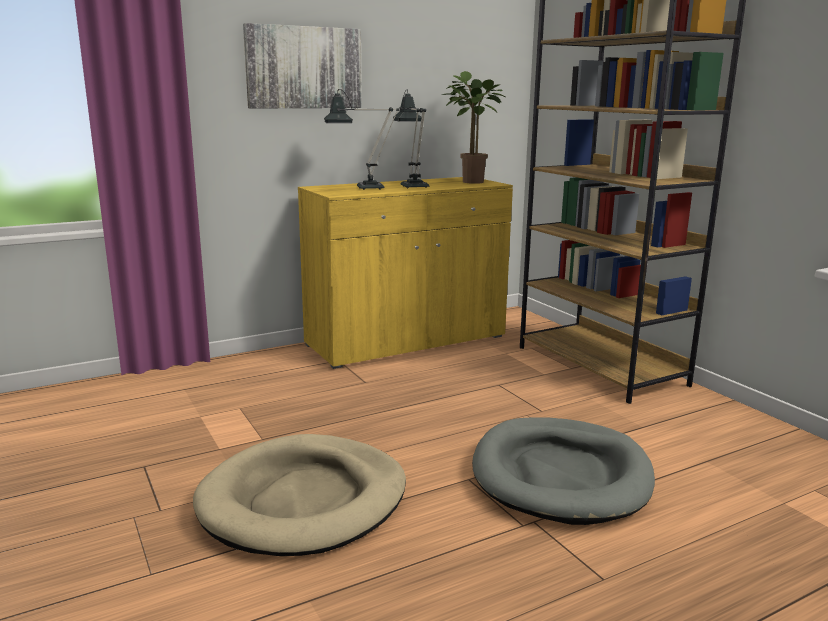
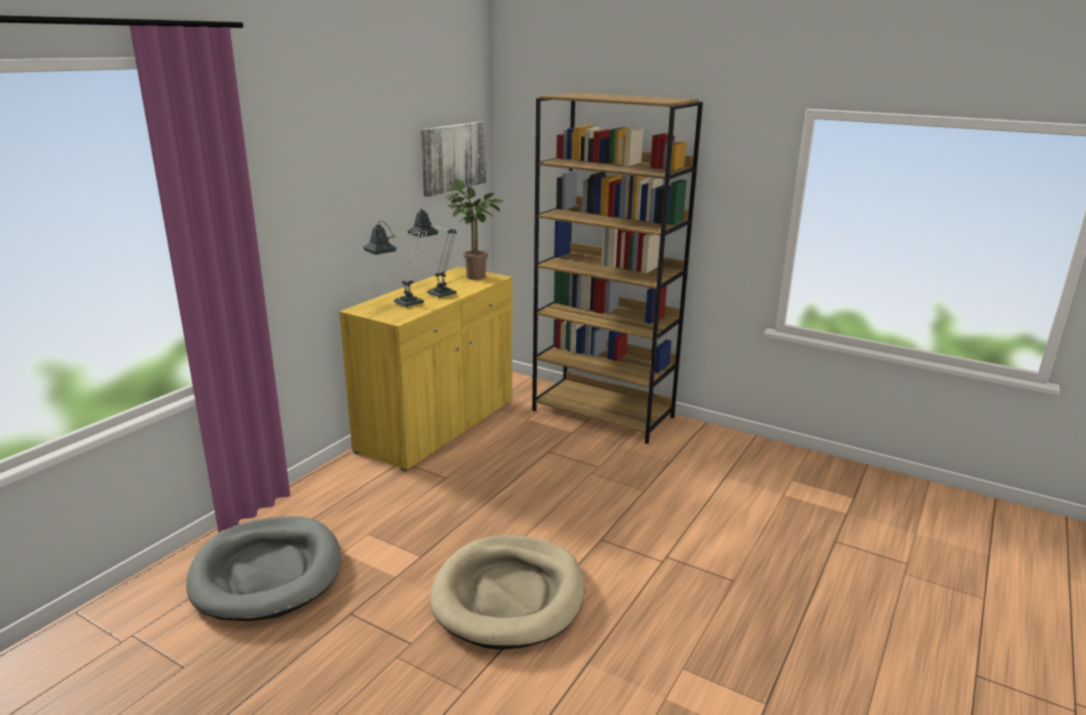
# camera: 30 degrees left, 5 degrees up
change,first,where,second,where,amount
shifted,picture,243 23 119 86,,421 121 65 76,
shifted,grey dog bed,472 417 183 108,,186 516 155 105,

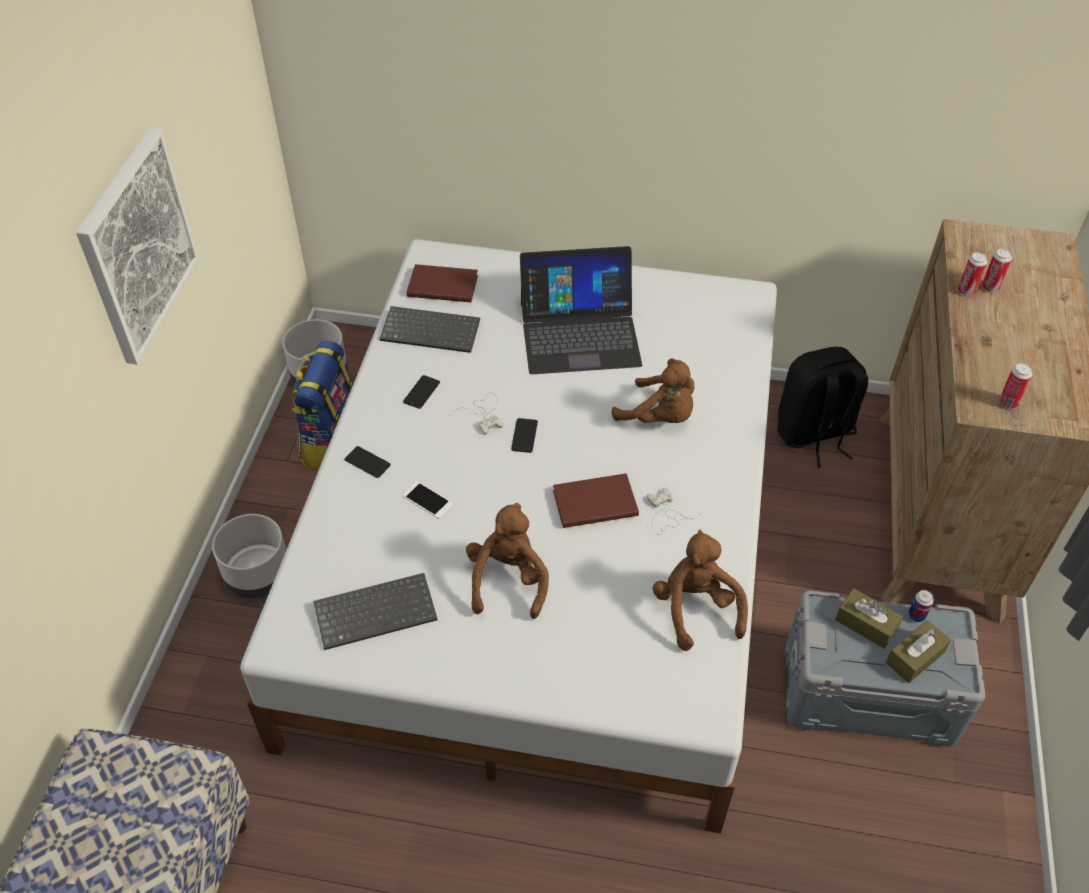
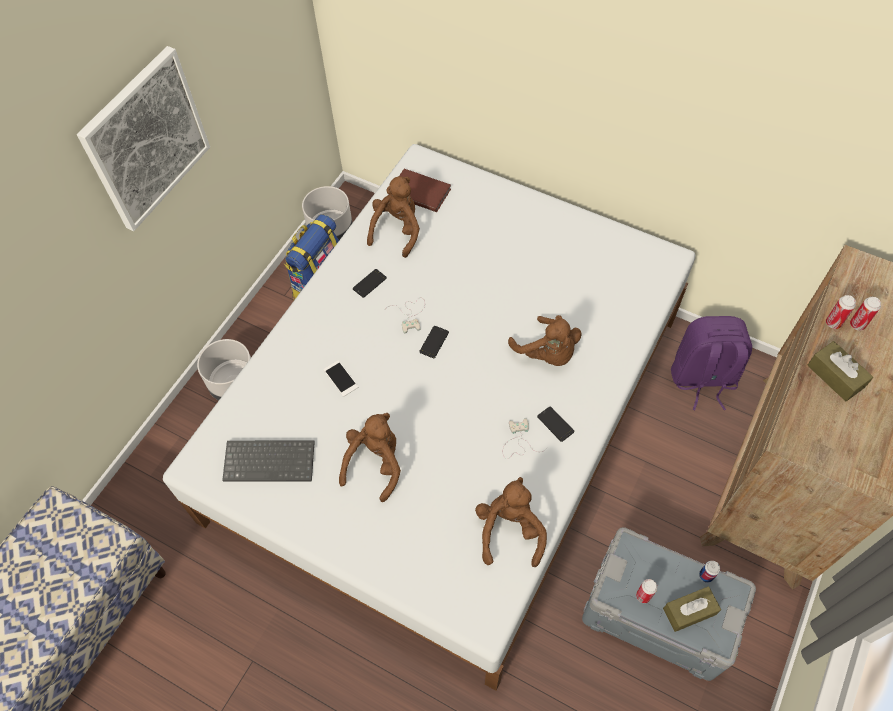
# camera: 20 degrees right, 10 degrees up
change,first,where,second,where,amount
gone,laptop,520 246 122 128,,,
gone,brown book,553 473 86 55,,,
shifted,phone,344 446 47 32,,537 407 37 35,
shifted,brown tissue box,835 588 68 61,,807 341 66 60,
shifted,can,999 363 34 46,,636 579 22 24,
swapped,keyboard,380 306 100 47,brown plush toy,367 176 53 82,
repainted,black backpack,777 347 91 121,purple backpack,671 316 81 94,

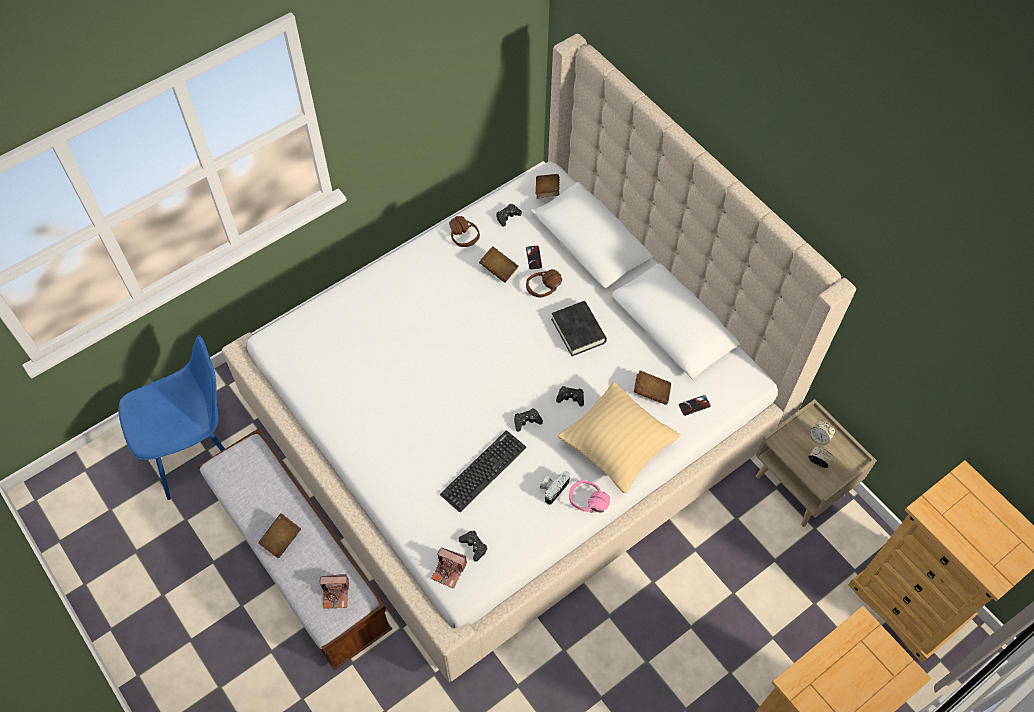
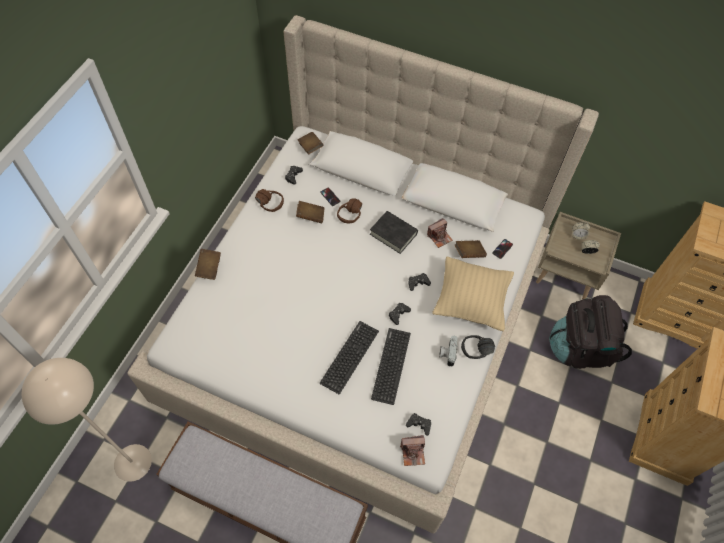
# camera: 30 degrees left, 0 degrees up
change,first,where,second,where,amount
new,,,keyboard,320 321 59 73,
new,,,black backpack,549 295 83 74,
shifted,brown book,258 513 43 45,,195 249 26 31,
shifted,photo camera,319 574 30 35,,427 218 26 30,
swapped,blue chair,118 335 107 165,beige floor lamp,22 358 130 124,
repainted,pink headphones,569 480 41 33,black headphones,461 335 34 24,

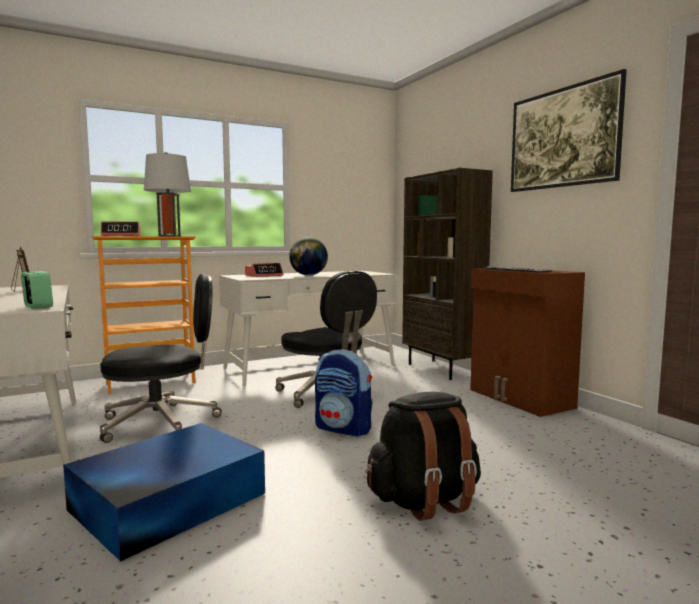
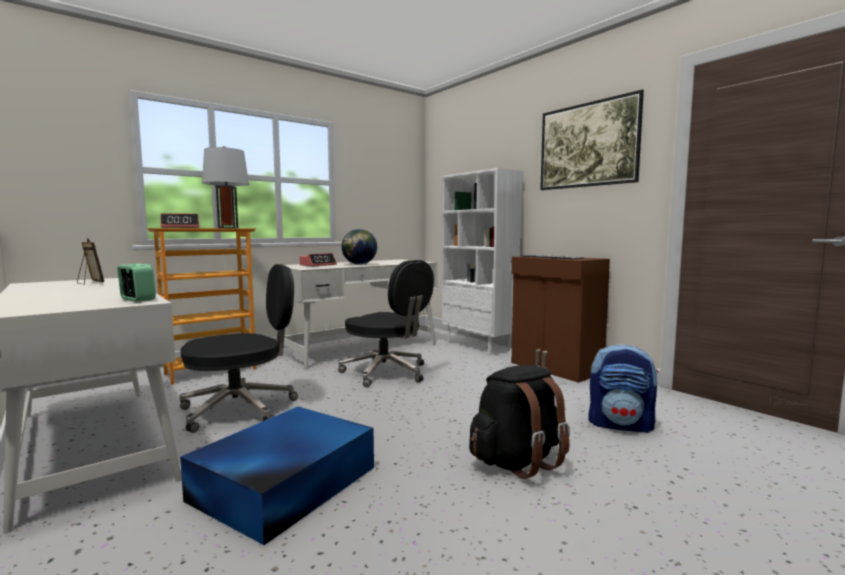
# camera: 10 degrees left, 0 degrees up
change,first,where,second,where,amount
shifted,backpack,315 349 57 88,,588 344 70 89,
repainted,brown bookcase,402 168 91 212,white bookcase,442 168 81 187,

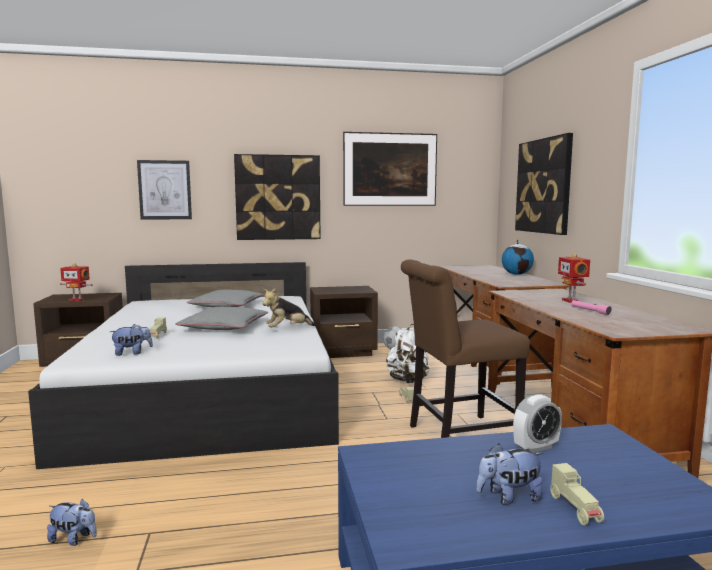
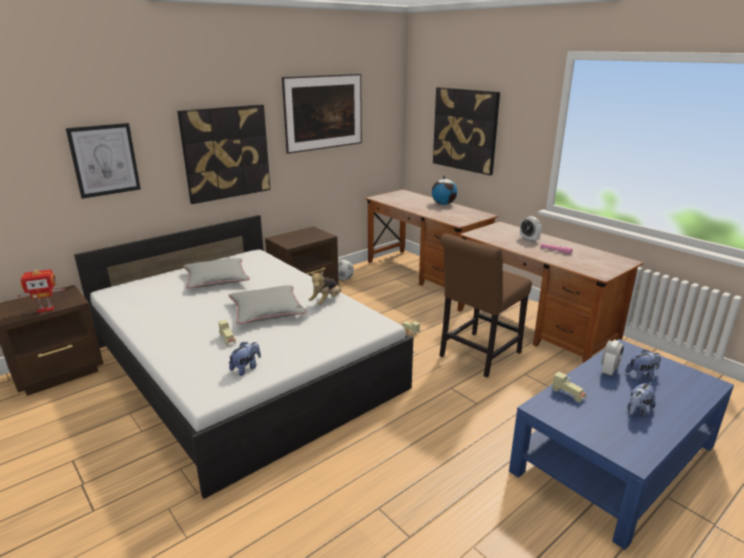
# camera: 30 degrees left, 15 degrees up
change,first,where,second,where,amount
gone,white backpack,386 324 44 59,,,
shifted,plush toy,47 499 50 47,,625 349 36 32,
shifted,beige toy car,550 463 54 62,,552 372 34 31,
swapped,toy robot,558 253 32 50,alarm clock,520 216 22 26,

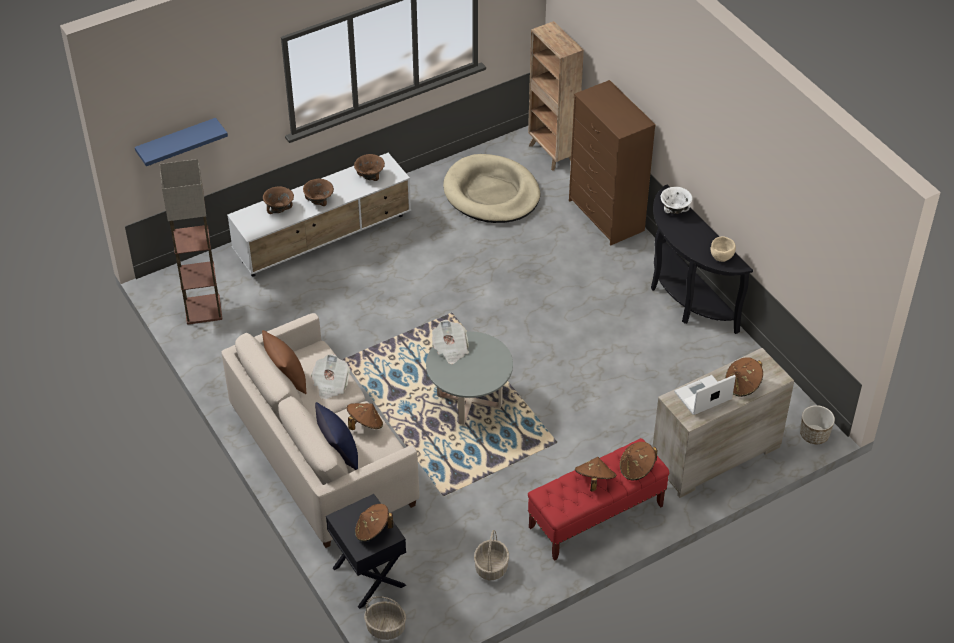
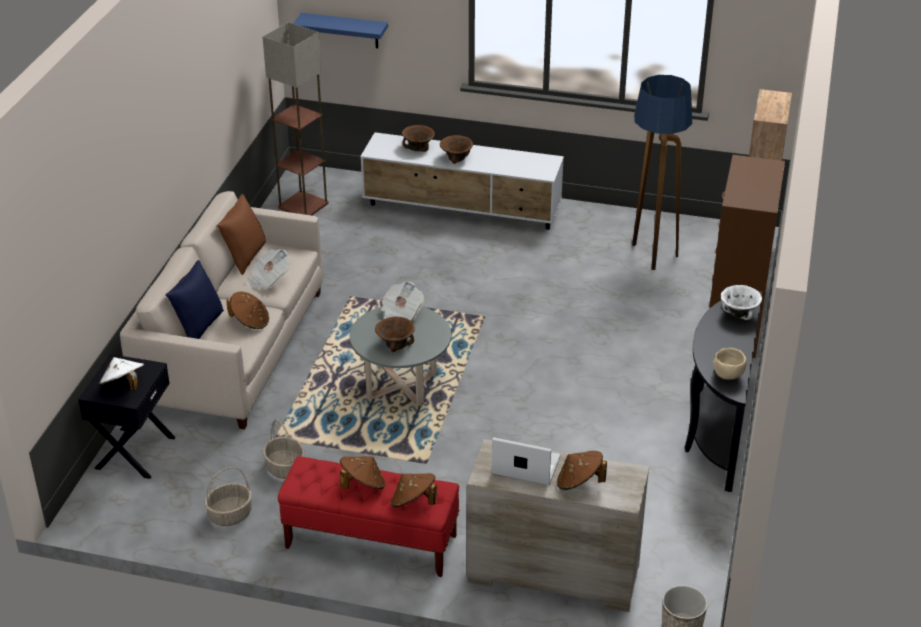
# camera: 45 degrees right, 10 degrees down
change,first,where,second,where,amount
shifted,brown bowl,354 154 31 27,,375 317 40 35,
shifted,basket,364 596 42 44,,263 419 42 60,
swapped,beige dog bed,443 154 97 69,floor lamp,632 75 60 195,
repainted,brown hat,355 504 38 38,white hat,98 357 46 34,

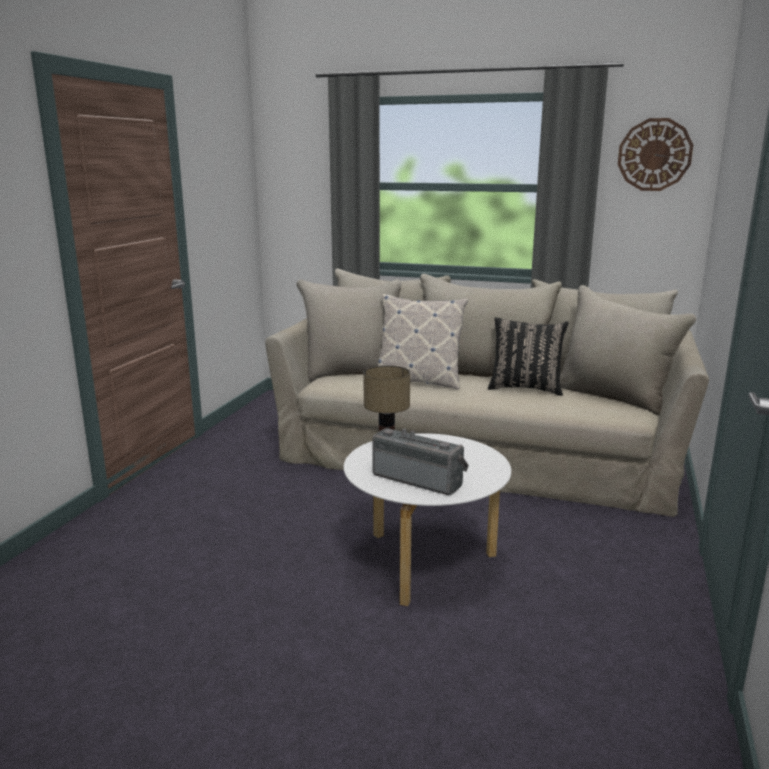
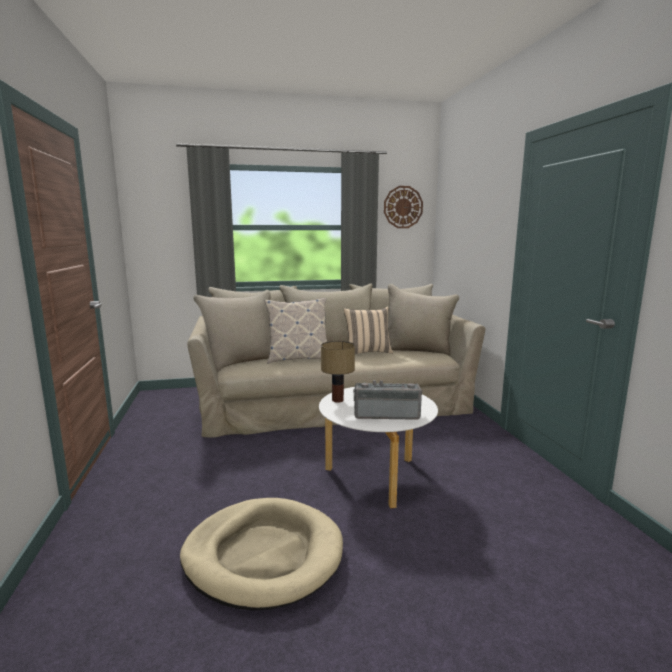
# camera: 30 degrees left, 5 degrees down
change,first,where,second,where,amount
new,,,beige dog bed,180 498 163 112,
repainted,black pillow,488 317 80 79,beige pillow,343 307 50 47,

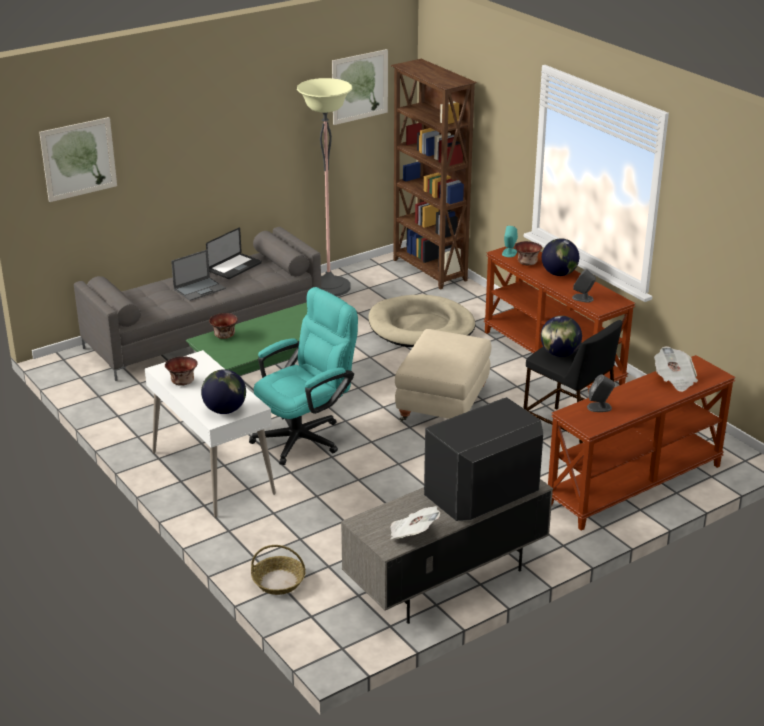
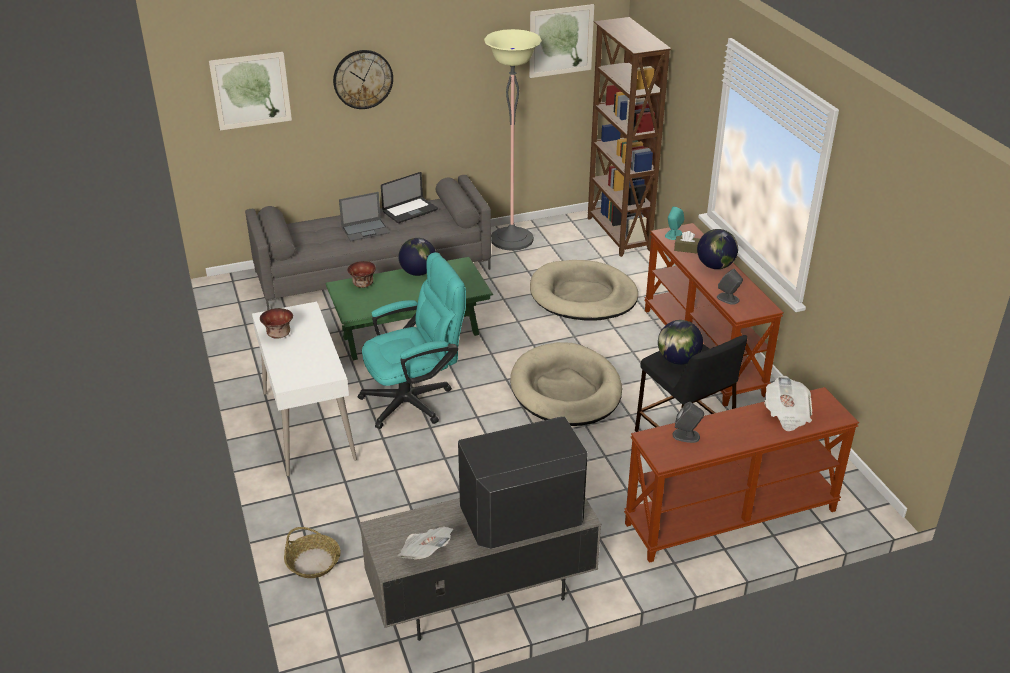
# camera: 15 degrees right, 5 degrees up
change,first,where,second,where,amount
new,,,wall clock,333 50 60 59,
shifted,globe,201 369 45 45,,398 238 38 38,
swapped,beige ottoman,395 329 96 93,beige dog bed,510 342 112 84,
swapped,bowl,514 241 28 24,brown tissue box,674 231 26 23,

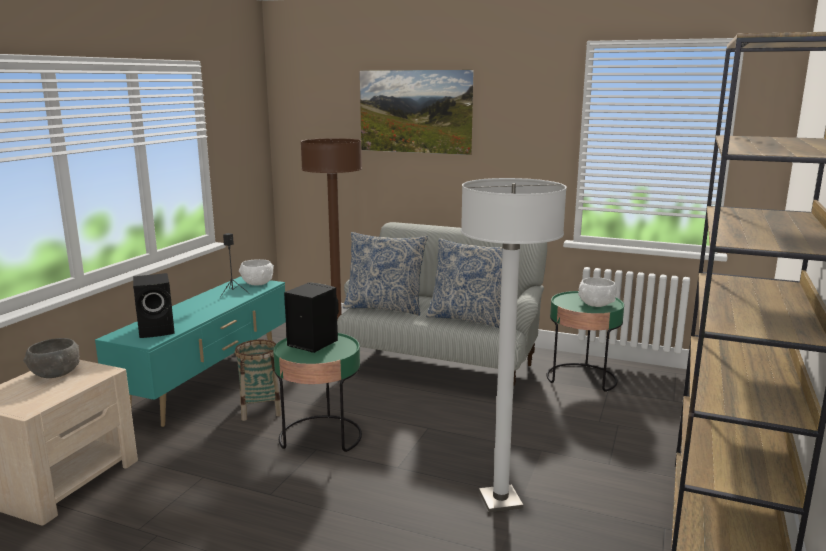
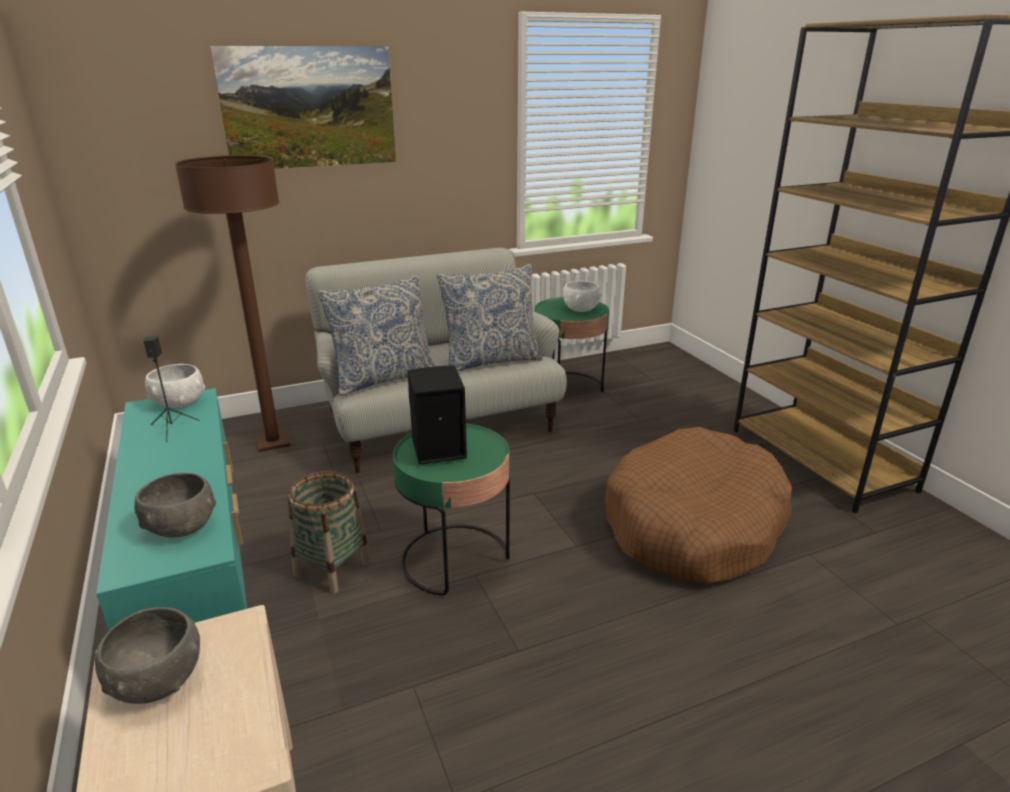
# camera: 45 degrees left, 10 degrees up
change,first,where,second,where,amount
swapped,black speaker,133 273 42 65,grey bowl,134 473 82 64,
swapped,white floor lamp,461 178 106 334,brown dog bed,605 427 187 157,

